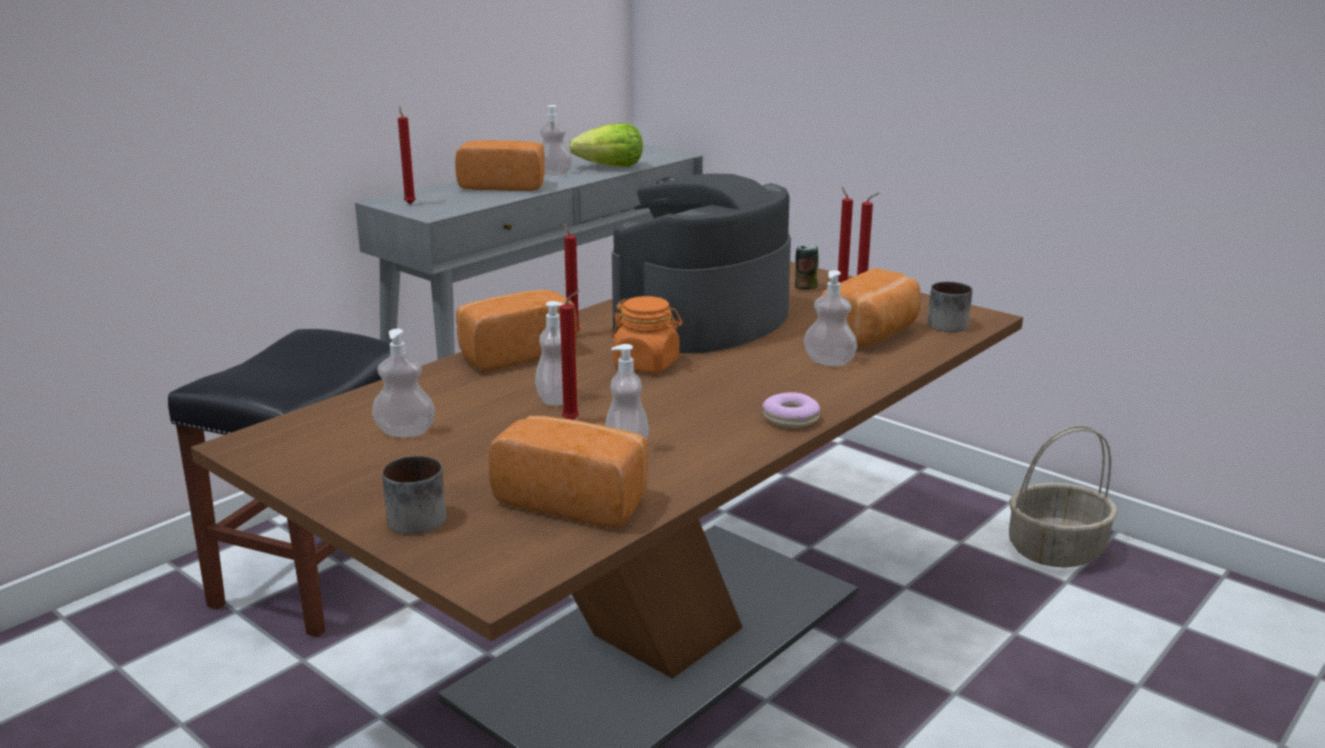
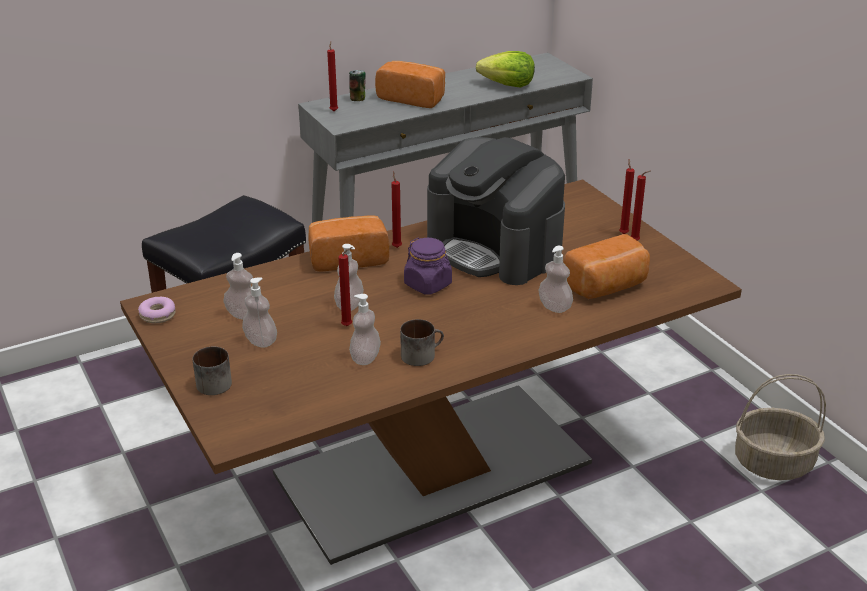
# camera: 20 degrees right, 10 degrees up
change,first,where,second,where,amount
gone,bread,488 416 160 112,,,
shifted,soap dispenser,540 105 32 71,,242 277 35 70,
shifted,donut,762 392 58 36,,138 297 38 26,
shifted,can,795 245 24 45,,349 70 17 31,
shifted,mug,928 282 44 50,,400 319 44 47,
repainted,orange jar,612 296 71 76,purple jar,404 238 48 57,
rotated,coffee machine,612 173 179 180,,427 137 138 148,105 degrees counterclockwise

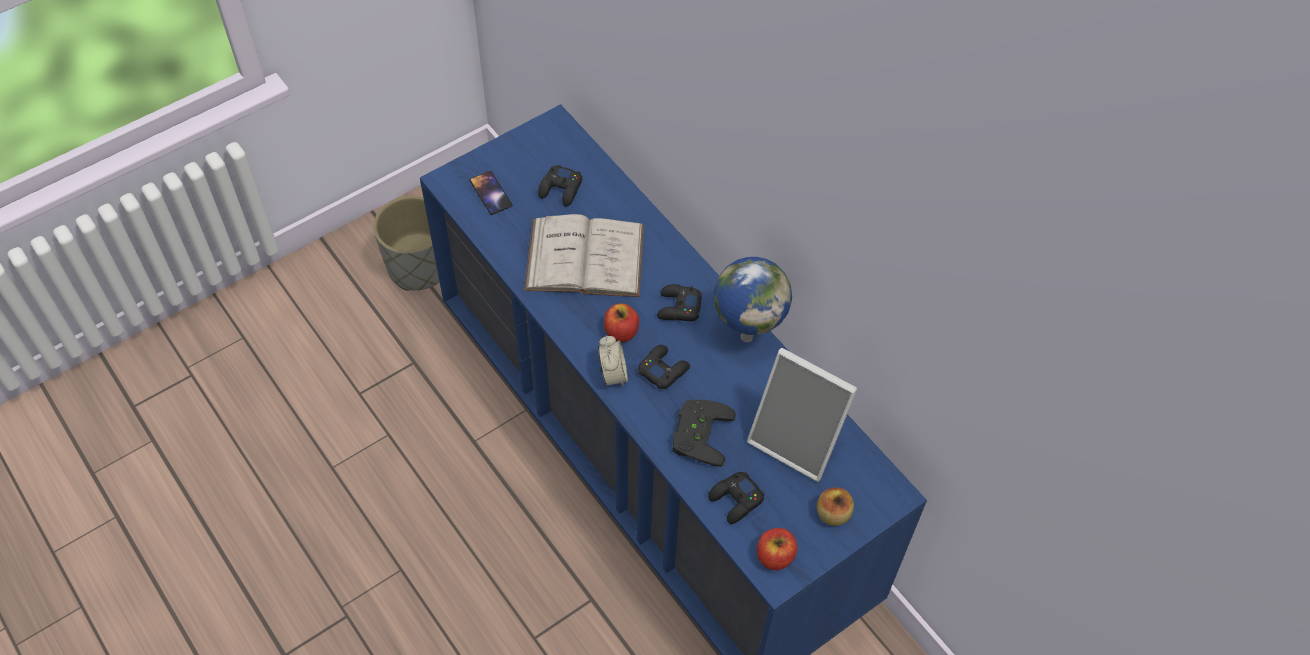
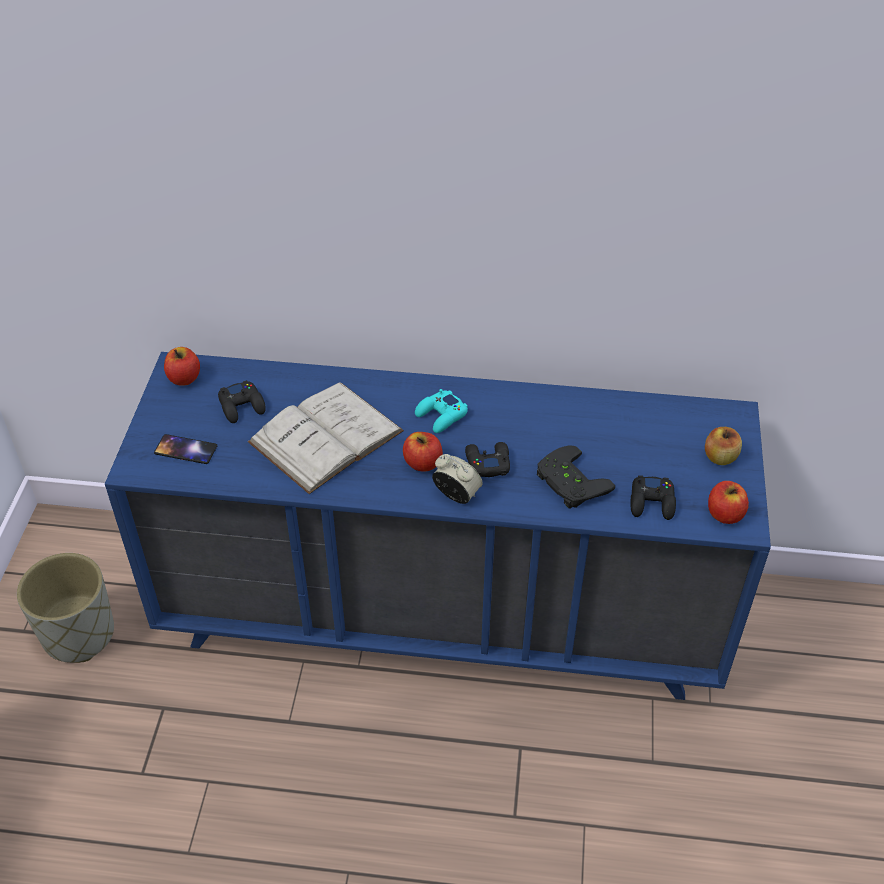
# camera: 45 degrees left, 10 degrees down
change,first,where,second,where,amount
gone,globe,714 257 78 85,,,
gone,picture frame,747 348 110 134,,,
new,,,apple,164 347 36 39,
repainted,black game controller,657 284 45 37,turquoise game controller,415 389 53 44,

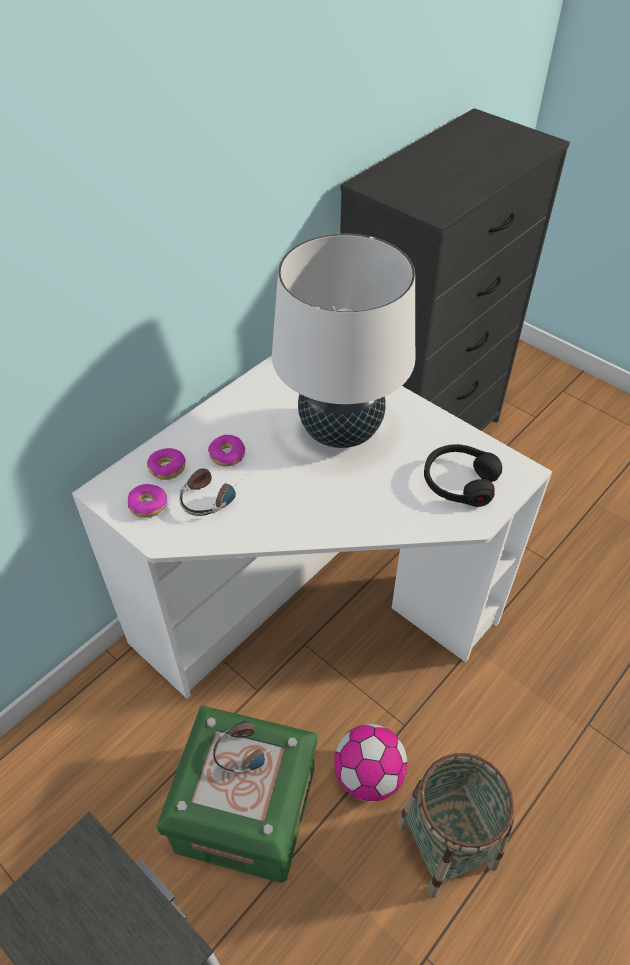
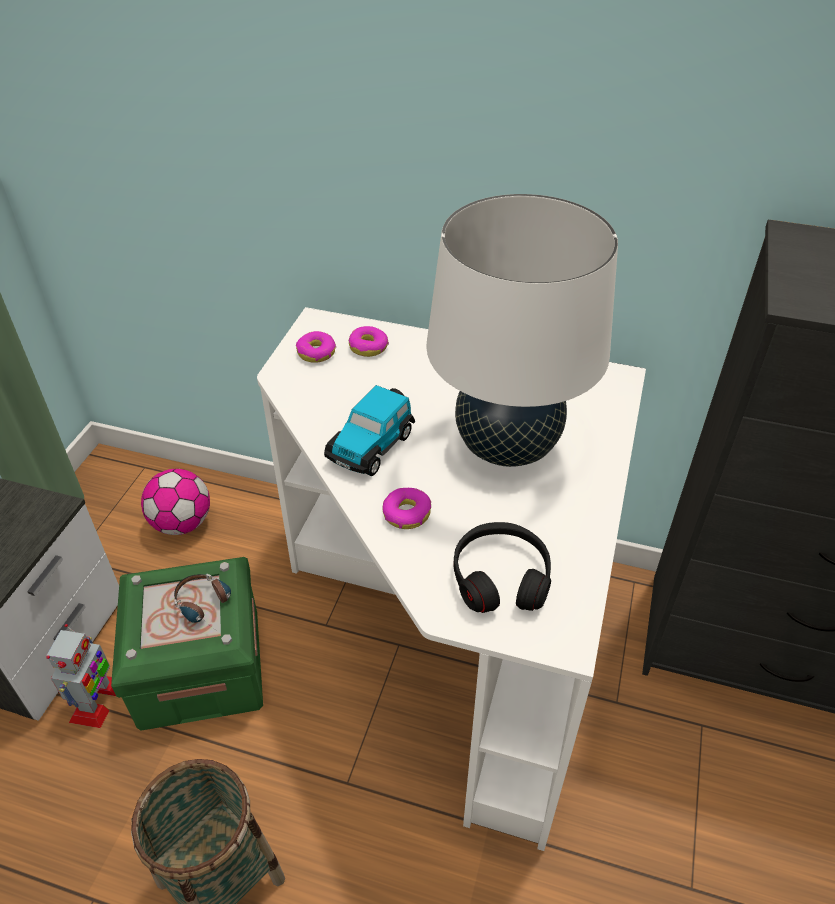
# camera: 65 degrees right, 5 degrees down
change,first,where,second,where,amount
gone,headphones,179 468 66 48,,,
new,,,toy robot,46 624 70 104,
new,,,toy car,324 385 91 91,
shifted,donut,208 435 38 31,,382 488 49 41,
shifted,football,334 724 73 78,,141 469 69 66,

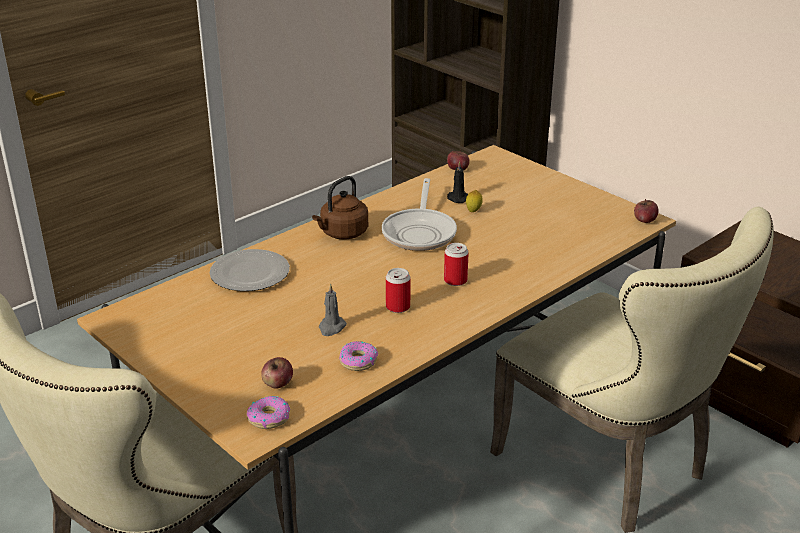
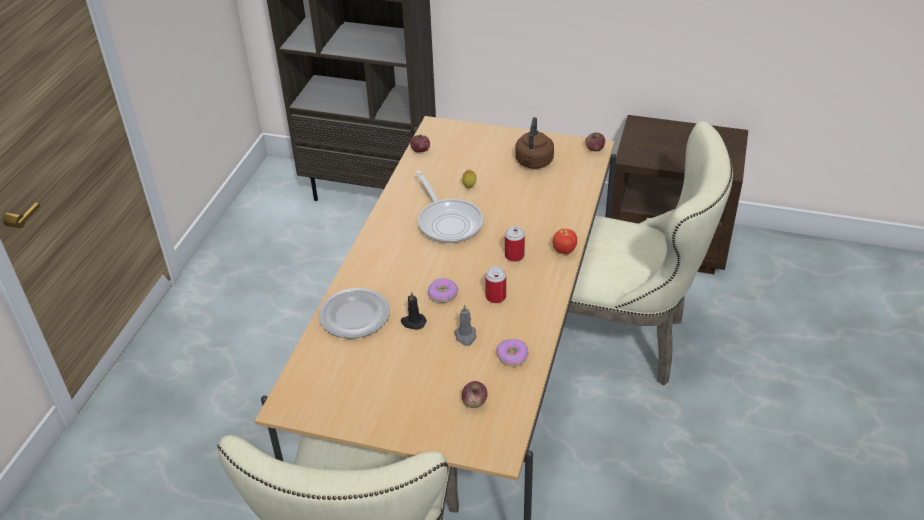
# camera: 30 degrees left, 10 degrees up
change,first,where,second,where,amount
new,,,apple,553 229 24 26,
shifted,donut,247 396 43 33,,428 278 30 25,
shifted,brown kettle,312 176 56 63,,515 117 39 52,
shifted,black candle,447 161 21 42,,401 291 26 39,

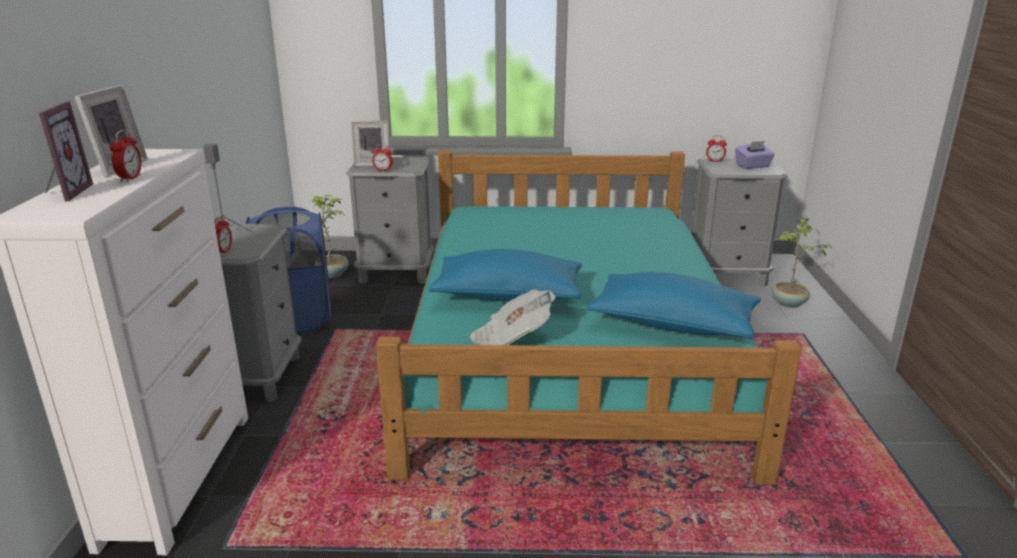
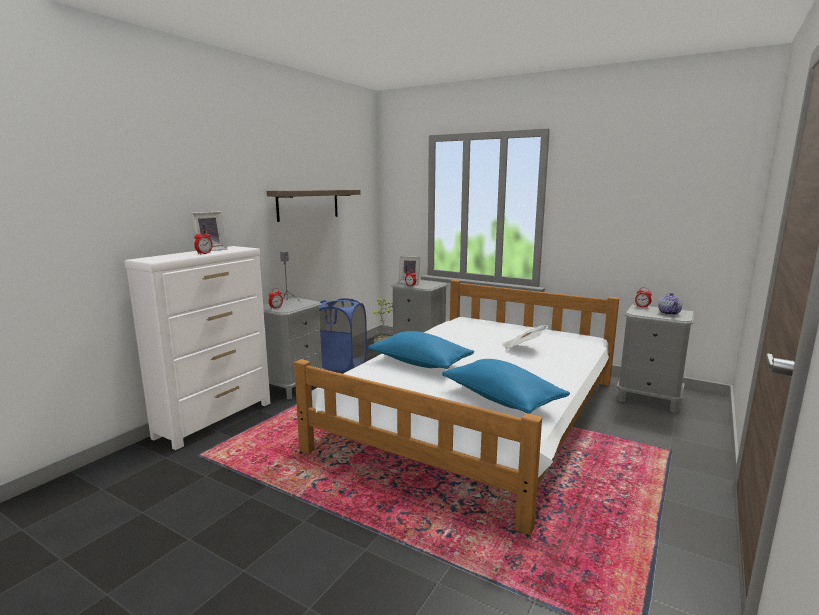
# camera: 30 degrees right, 10 degrees down
change,first,where,second,where,amount
gone,picture frame,39 101 54 101,,,
gone,potted plant,772 217 60 91,,,
new,,,shelf,267 190 94 32,
shifted,newspaper,470 289 86 56,,502 325 46 24,
swapped,purple tissue box,735 141 40 28,teapot,658 293 24 22,
repainted,turquoise bed,376 151 425 333,white bed,294 280 325 255,

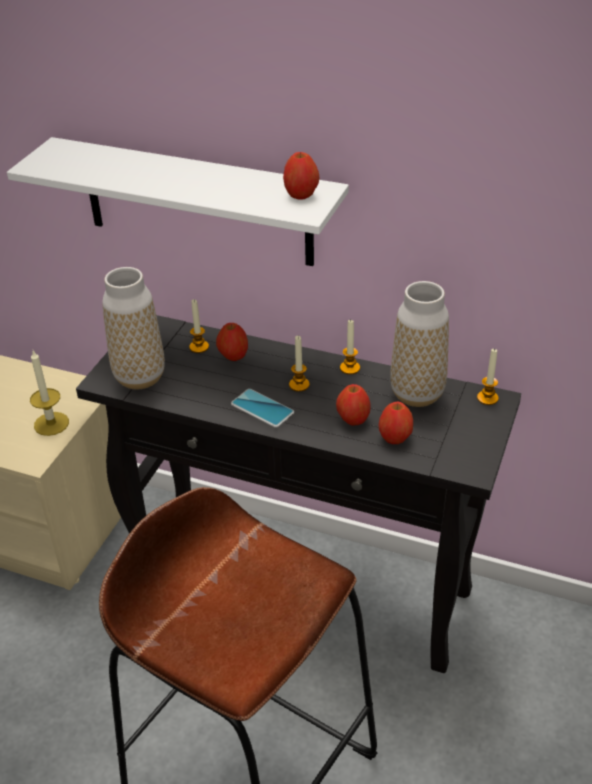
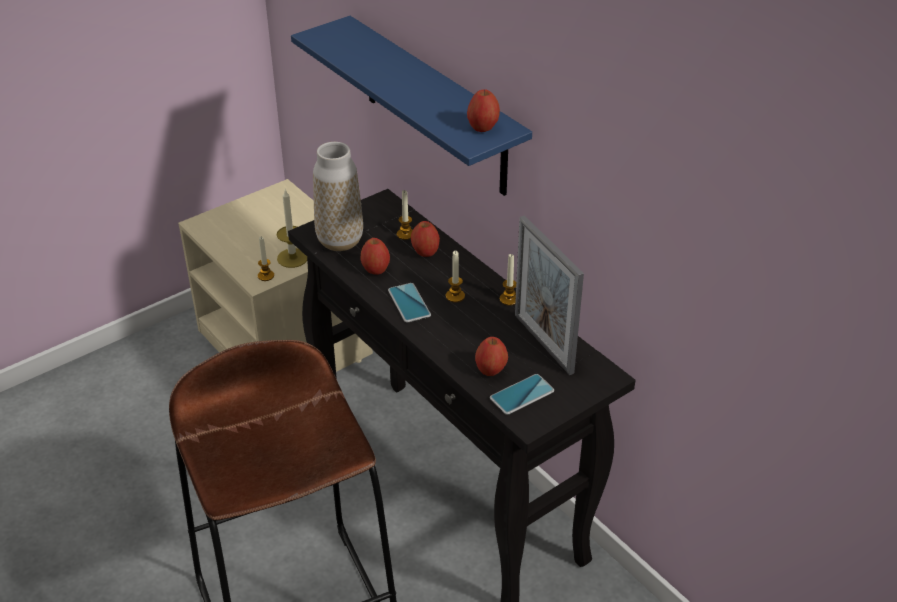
# camera: 30 degrees right, 0 degrees up
change,first,where,second,where,amount
new,,,phone,490 374 64 41,
shifted,apple,336 384 35 42,,360 238 30 37,
shifted,candle,477 348 22 57,,258 237 16 44,
swapped,vase,390 281 59 126,picture frame,515 215 69 160,
repainted,white shelf,7 137 342 129,blue shelf,291 16 241 180,

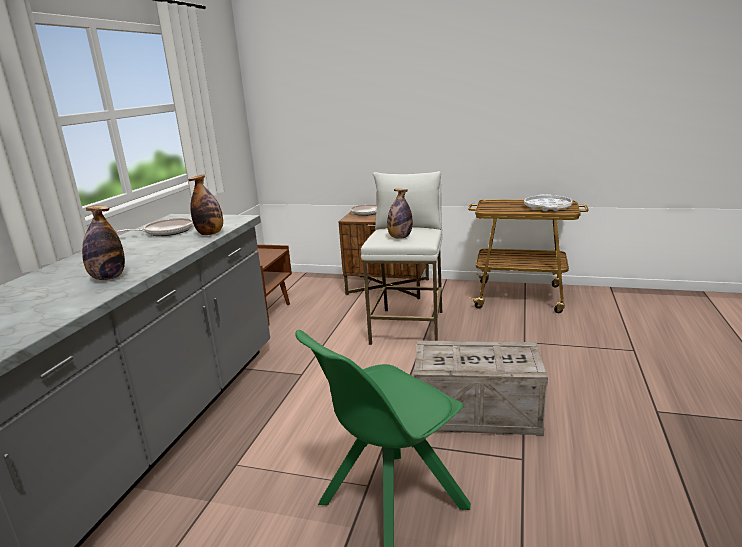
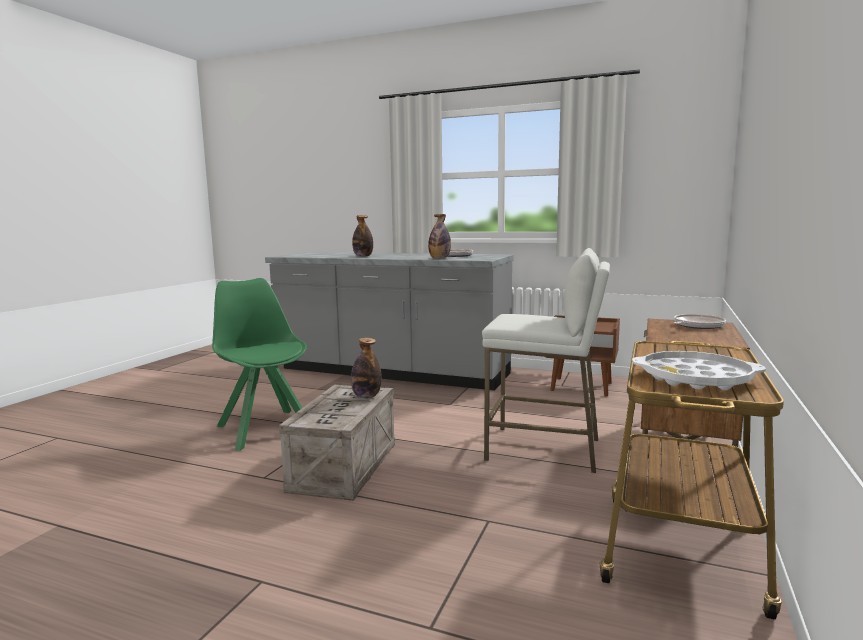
# camera: 95 degrees right, 10 degrees down
change,first,where,second,where,amount
shifted,bottle,387 189 26 49,,351 338 31 60,

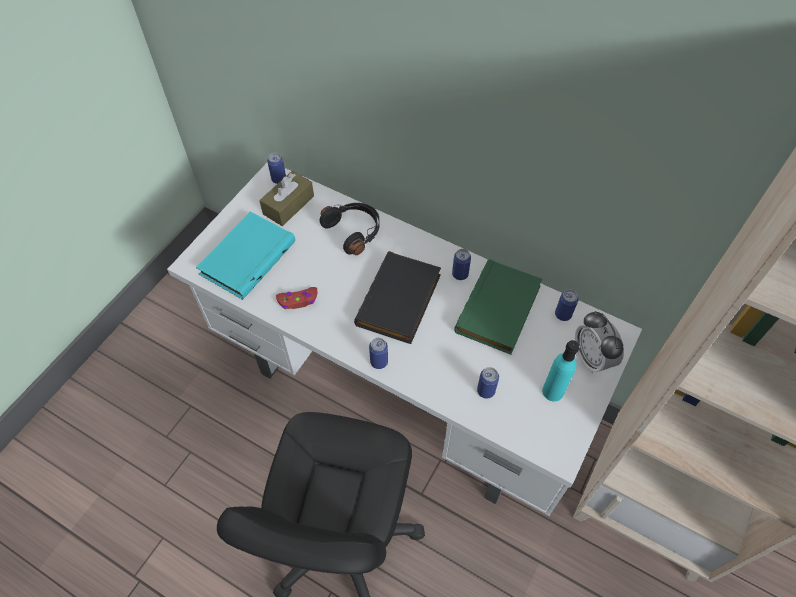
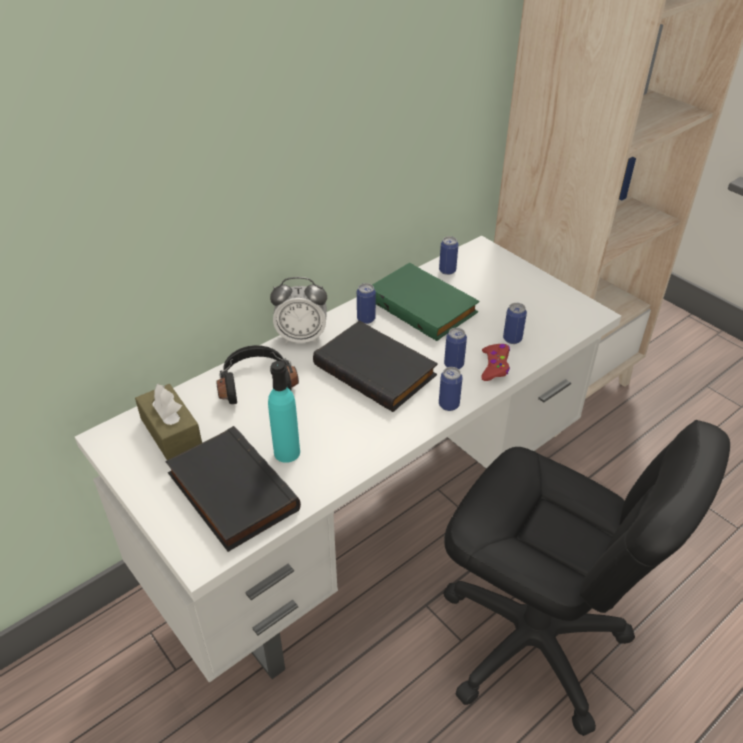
# camera: 70 degrees left, 15 degrees down
change,first,where,second,where,amount
shifted,can,267 153 19 31,,444 328 23 41,
shifted,red game controller,276 287 42 22,,481 344 29 37,
shifted,turquoise bottle,542 340 37 61,,268 361 32 102,
shifted,alarm clock,575 311 49 62,,270 277 57 66,
repainted,turquoise book,196 211 99 89,black book,165 426 136 126,

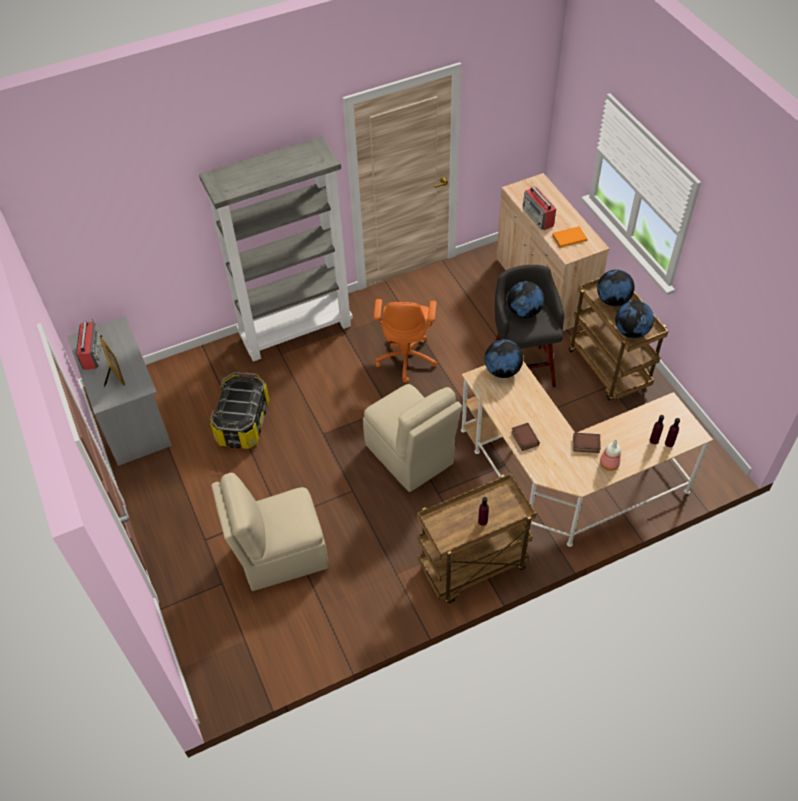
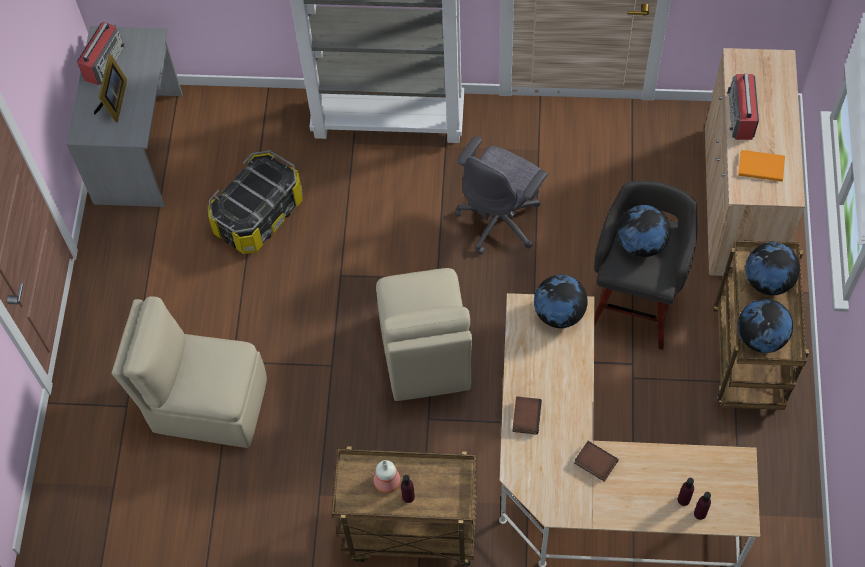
# camera: 30 degrees right, 10 degrees up
change,first,where,second,where,amount
shifted,bottle,600 439 21 32,,374 460 27 33,
repainted,orange office chair,374 299 63 84,grey office chair,455 136 93 119,

